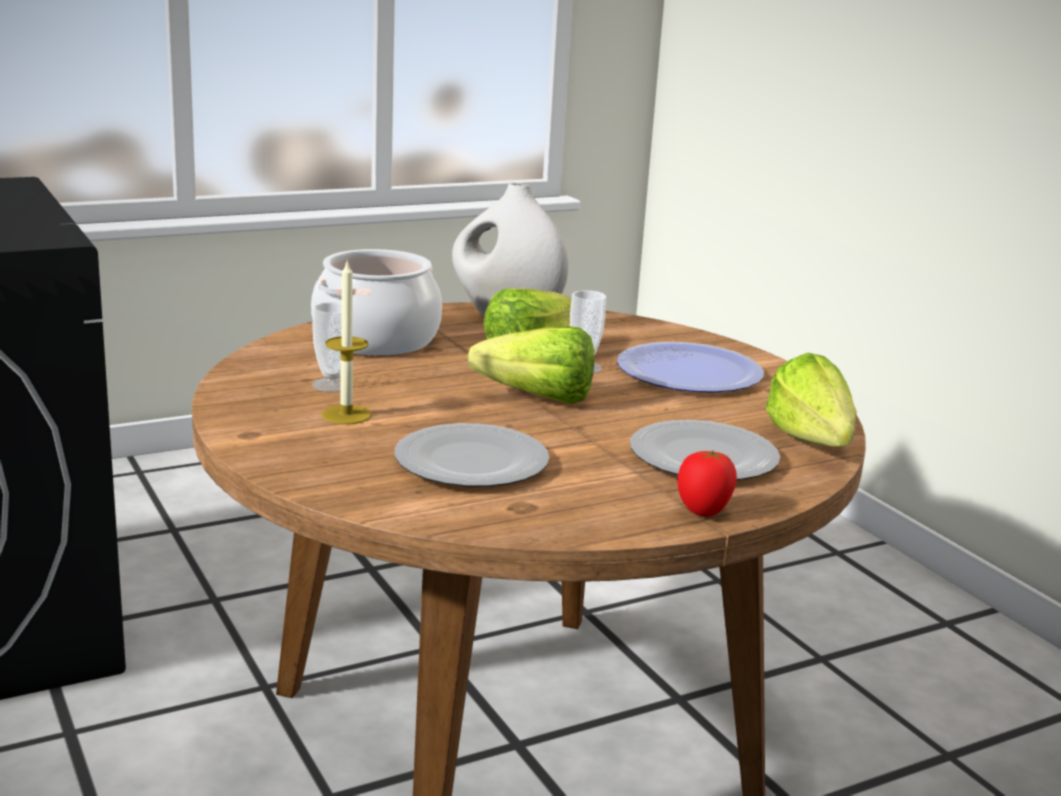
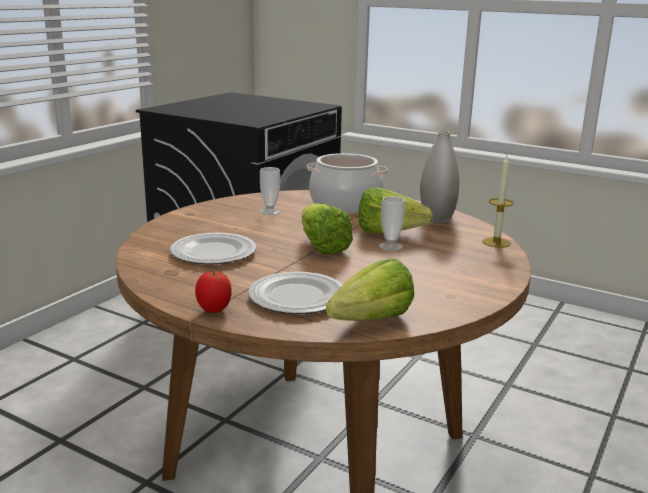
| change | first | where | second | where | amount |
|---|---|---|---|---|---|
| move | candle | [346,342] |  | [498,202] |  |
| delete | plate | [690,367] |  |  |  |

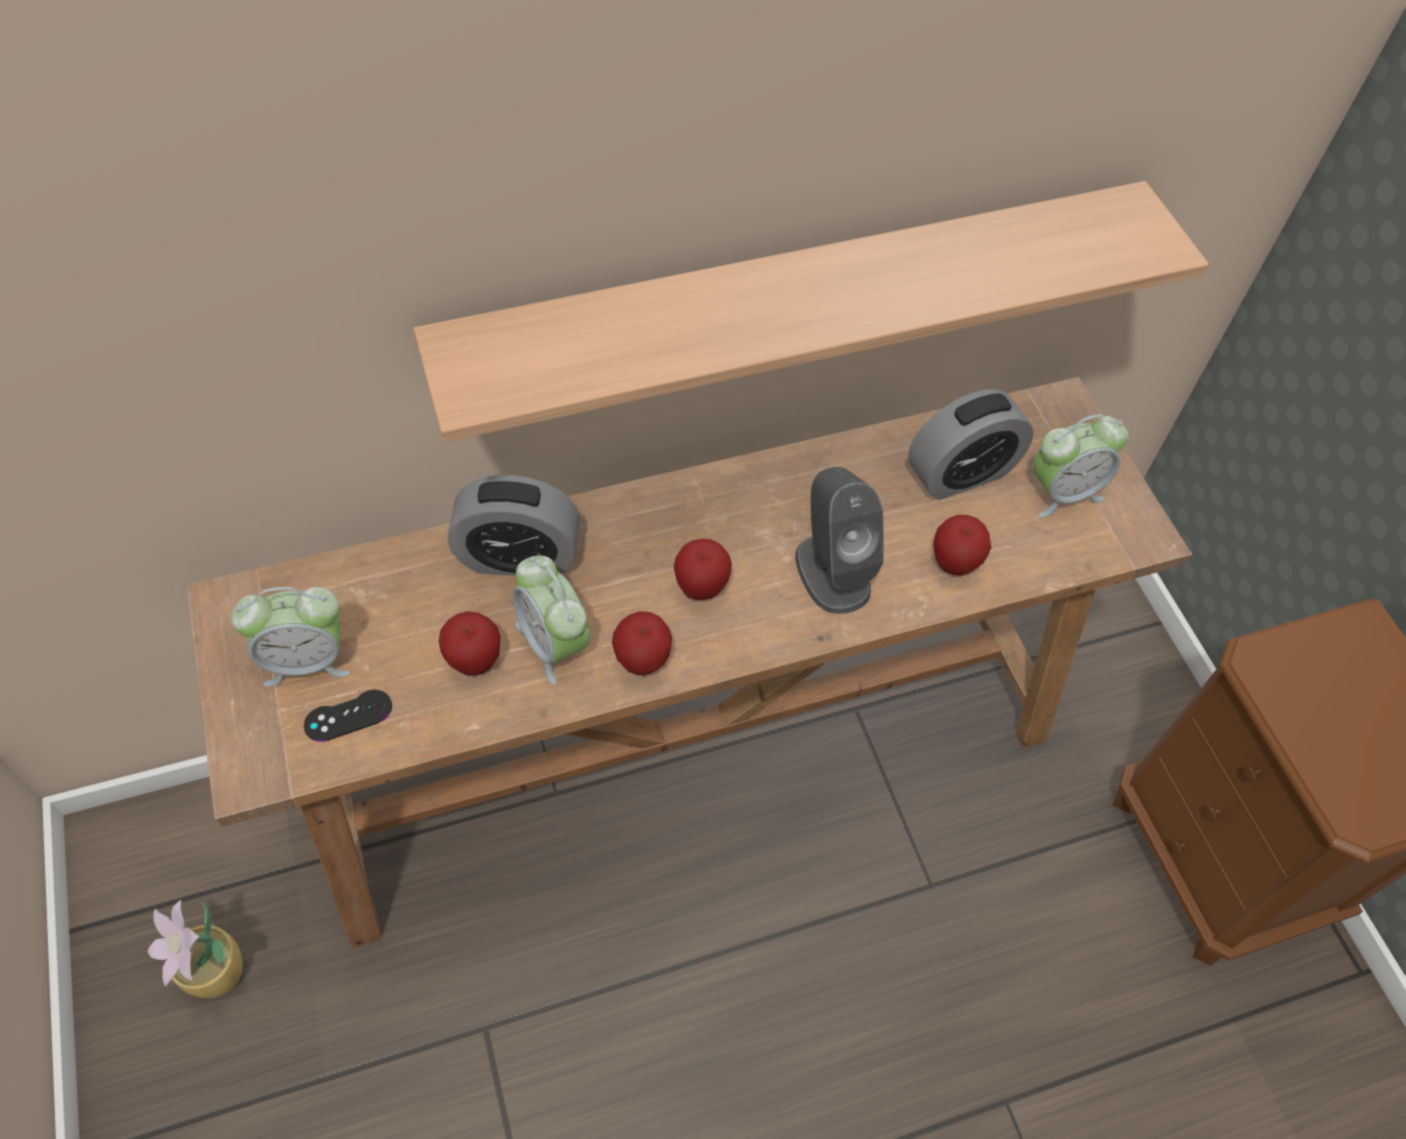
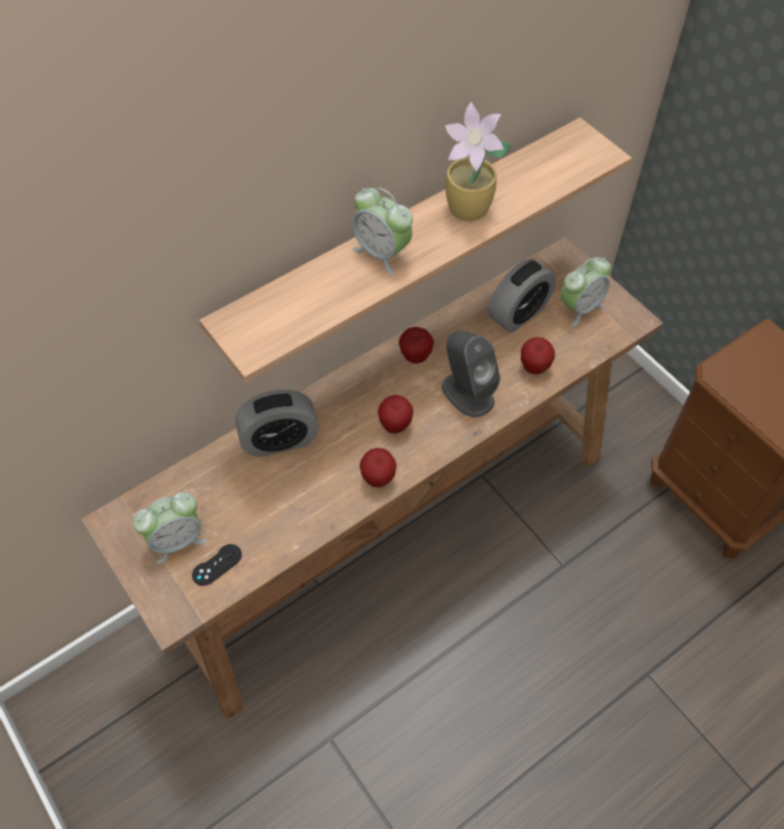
| change | first | where | second | where | amount |
|---|---|---|---|---|---|
| move | table clock | [551,619] |  | [382,231] |  |
| move | apple | [470,643] |  | [416,345] |  |
| move | potted plant | [195,949] |  | [478,161] |  |

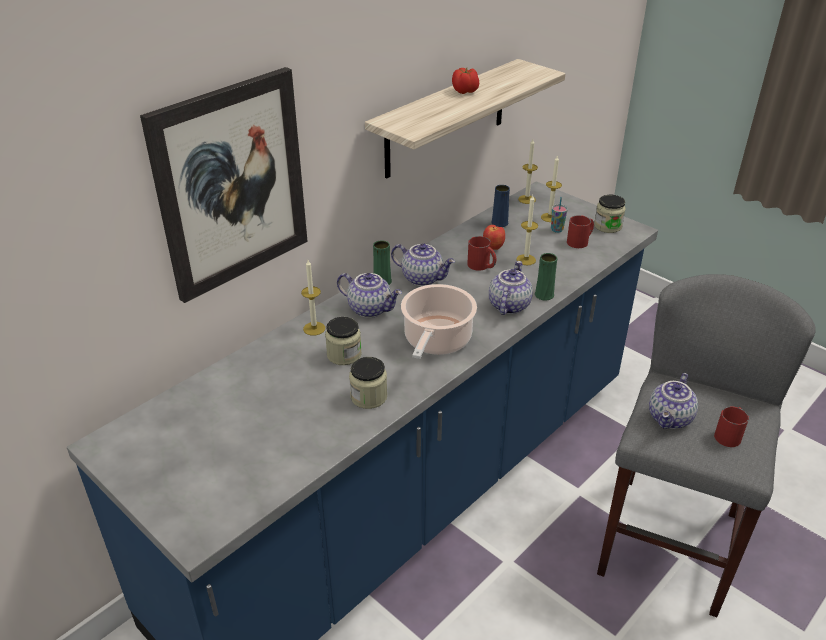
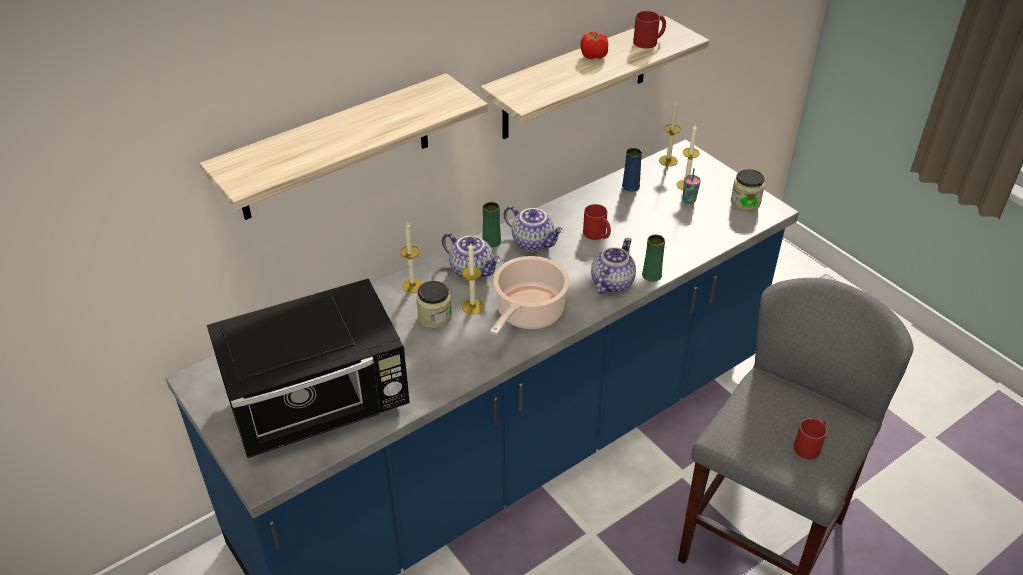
| change | first | where | second | where | amount |
|---|---|---|---|---|---|
| replace | wall picture | [224,185] | shelf | [344,146] |  |
| move | candle | [527,230] |  | [473,279] |  |
| move | mug (reddish) | [580,231] |  | [649,30] |  |
| delete | apple | [494,237] |  |  |  |
| delete | storage jar | [368,383] |  |  |  |
| delete | pot for tea | [673,401] |  |  |  |
| insert |  |  | microwave (black-coloured) | [308,368] |  |

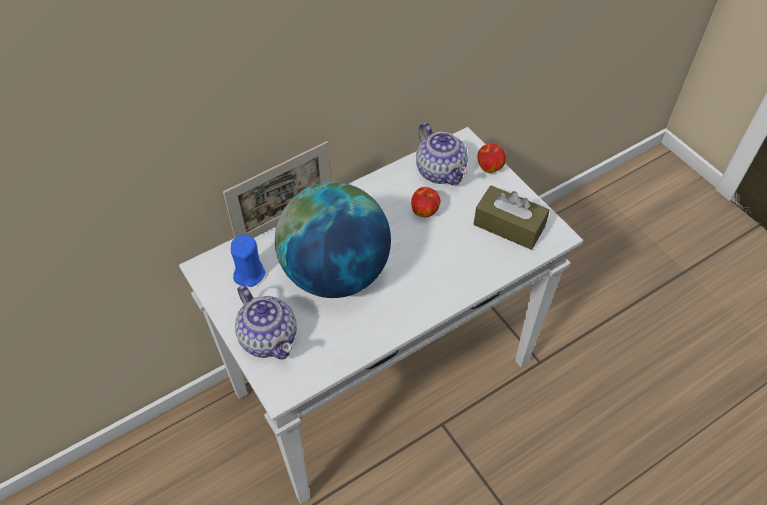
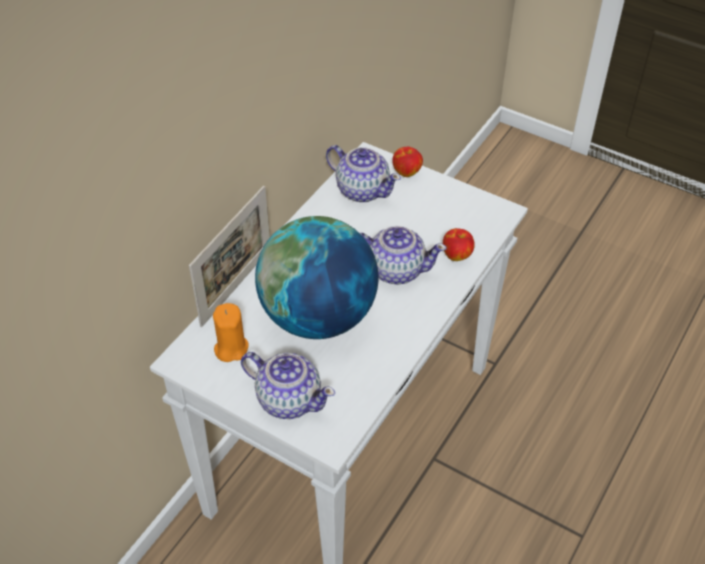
| change | first | where | second | where | amount |
|---|---|---|---|---|---|
| delete | tissue holder (brown-coloured) | [512,217] |  |  |  |
| move | apple | [425,202] |  | [459,244] |  |
| recolor | candle (blue) | [248,261] | candle (orangey) | [231,332] |  |
| insert |  |  | pot for tea | [403,255] |  |

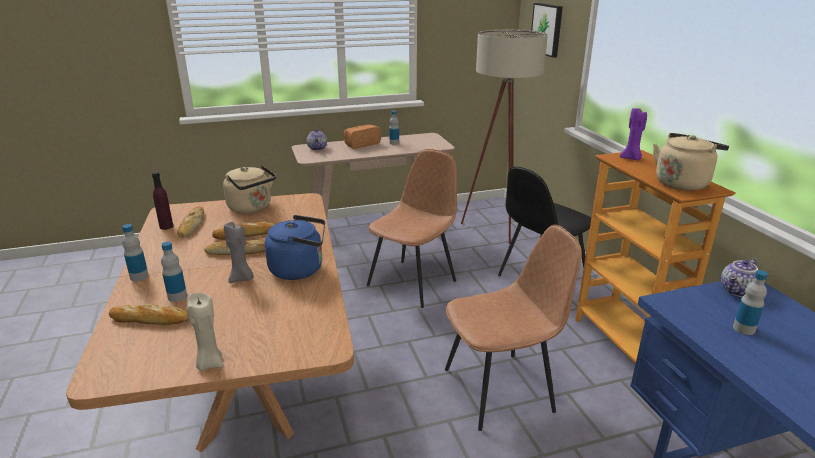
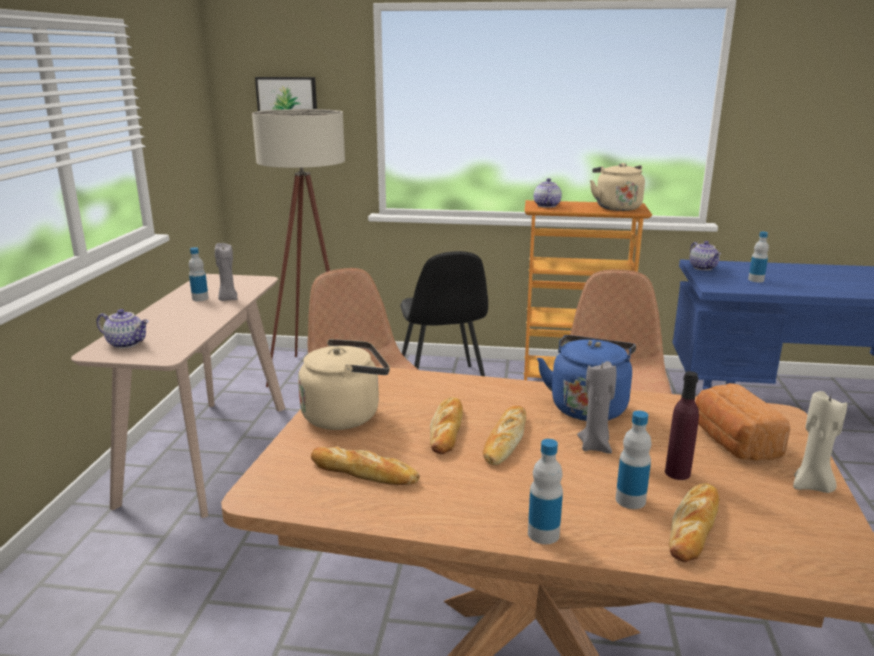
| change | first | where | second | where | amount |
|---|---|---|---|---|---|
| replace | candle (purplish) | [633,133] | pot for tea | [548,193] |  |
| move | bread | [362,137] |  | [743,422] |  |
| move | drink bottle (purplish) | [162,201] |  | [682,425] |  |
| insert |  |  | candle (gray) | [226,272] |  |

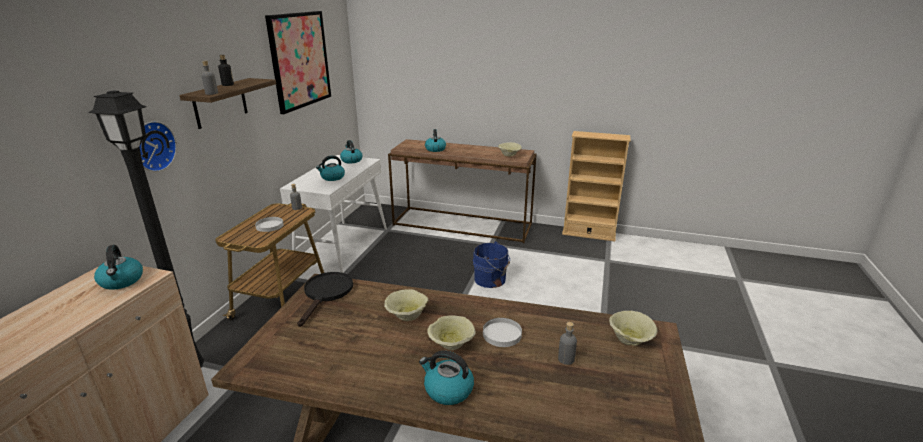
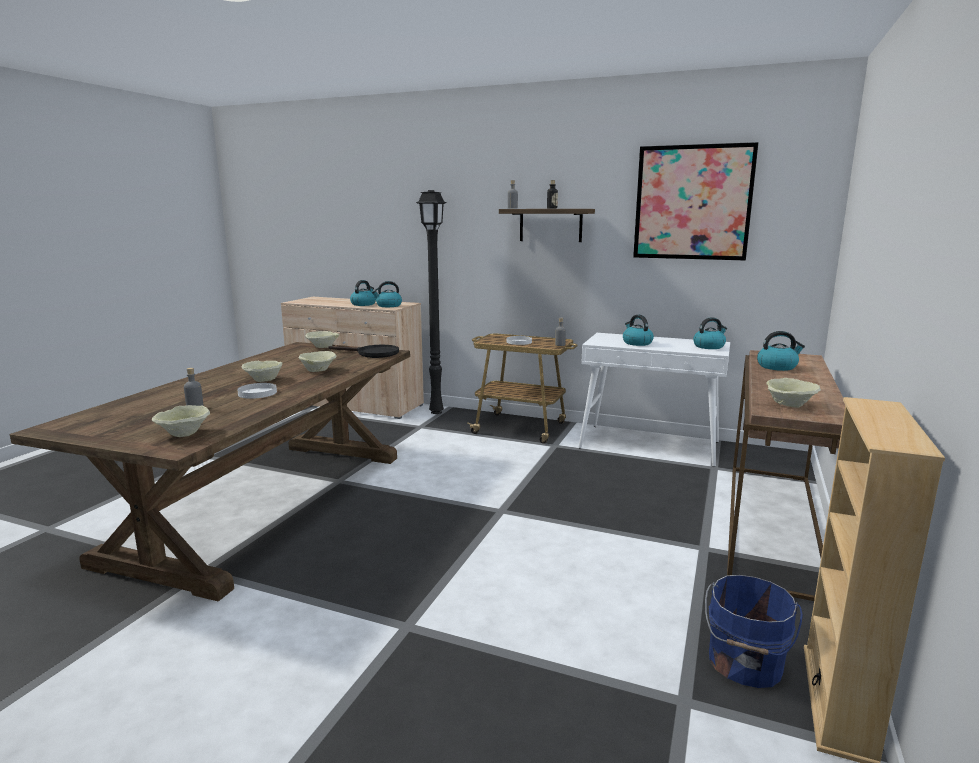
| change | first | where | second | where | amount |
|---|---|---|---|---|---|
| delete | clock on the wall | [158,146] |  |  |  |
| move | bucket (blue) | [491,264] |  | [754,631] |  |
| move | tea kettle | [446,378] |  | [363,293] |  |
| insert |  |  | serving bowl (sand-coloured) | [322,339] |  |

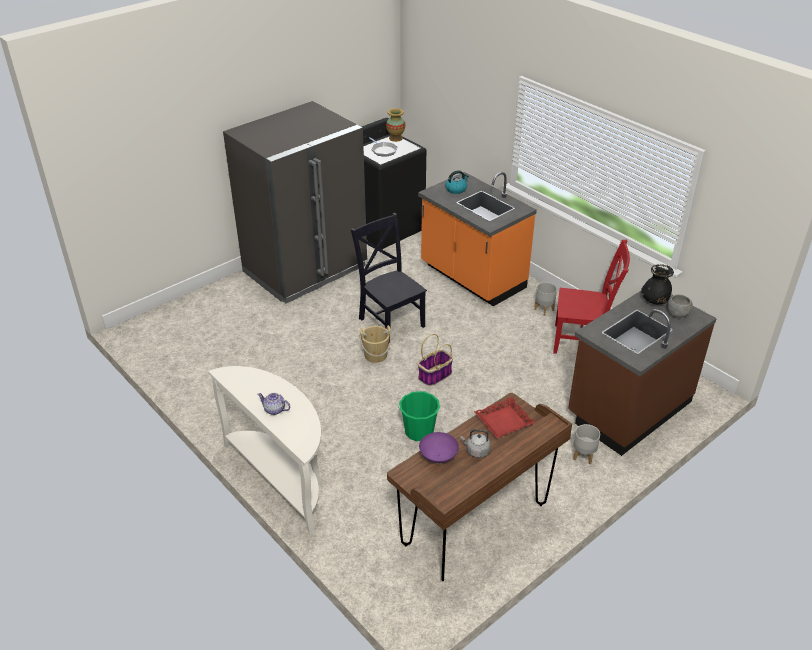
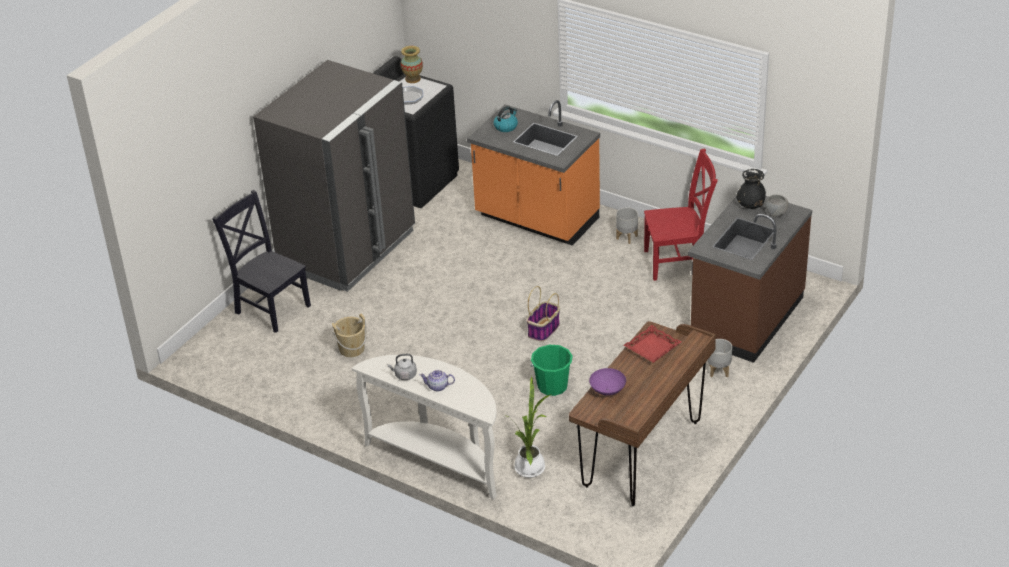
| change | first | where | second | where | amount |
|---|---|---|---|---|---|
| move | plain chair (black-coloured) | [389,277] |  | [261,261] |  |
| move | bucket (sand-coloured) | [375,344] |  | [349,335] |  |
| move | tea kettle (gray) | [476,443] |  | [402,367] |  |
| insert |  |  | potted plant | [529,427] |  |

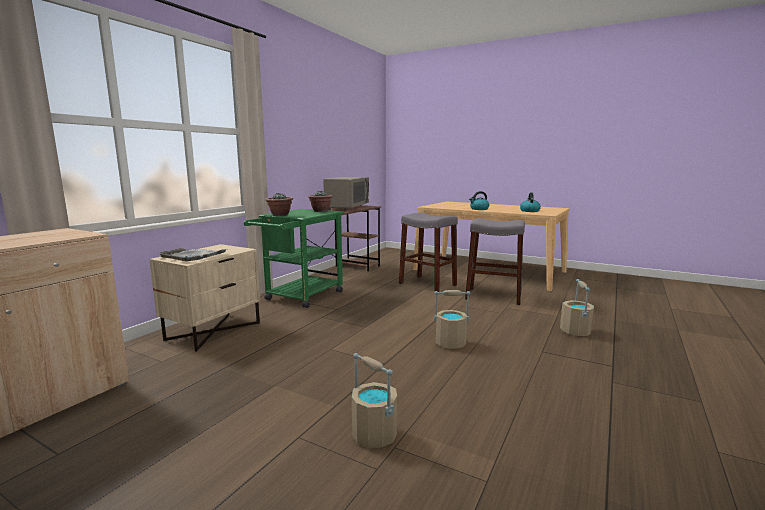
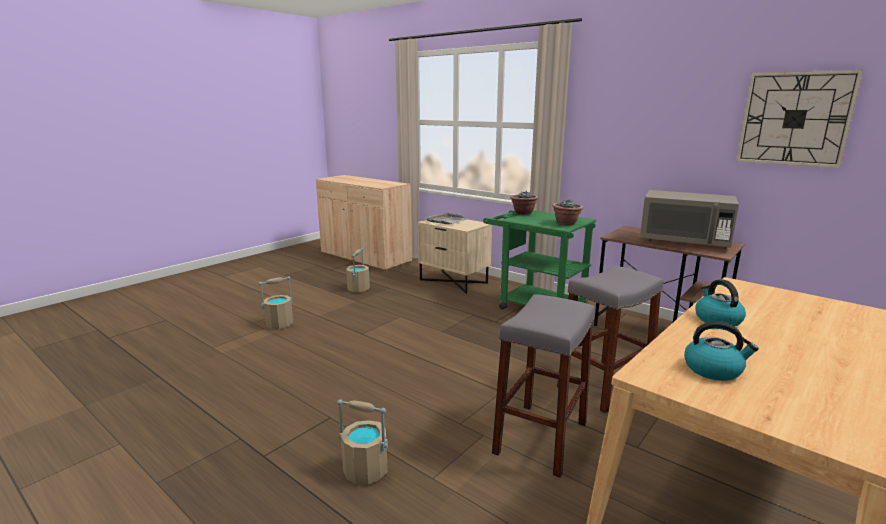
| change | first | where | second | where | amount |
|---|---|---|---|---|---|
| move | bucket (sand-coloured) | [452,319] |  | [358,270] |  |
| insert |  |  | clock on the wall | [799,118] |  |

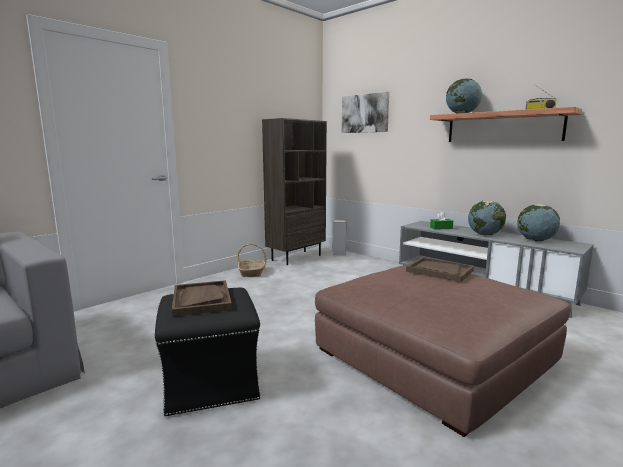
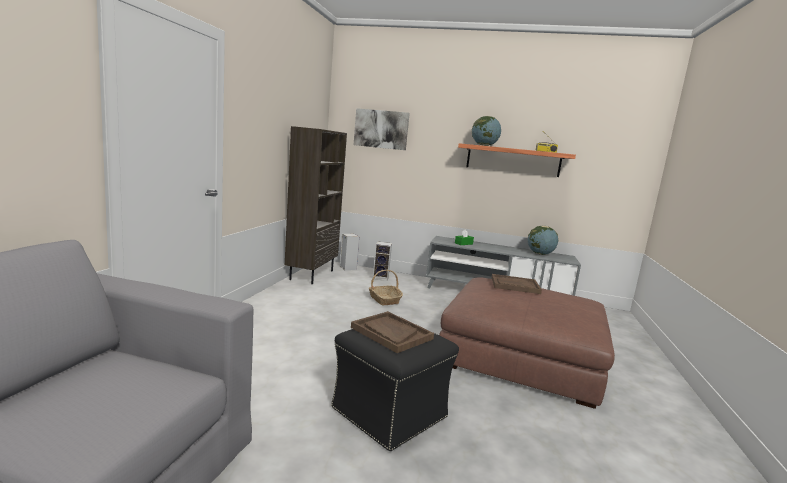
| change | first | where | second | where | amount |
|---|---|---|---|---|---|
| delete | desk globe | [487,218] |  |  |  |
| move | basket | [252,260] |  | [386,288] |  |
| insert |  |  | audio speaker | [382,261] |  |

